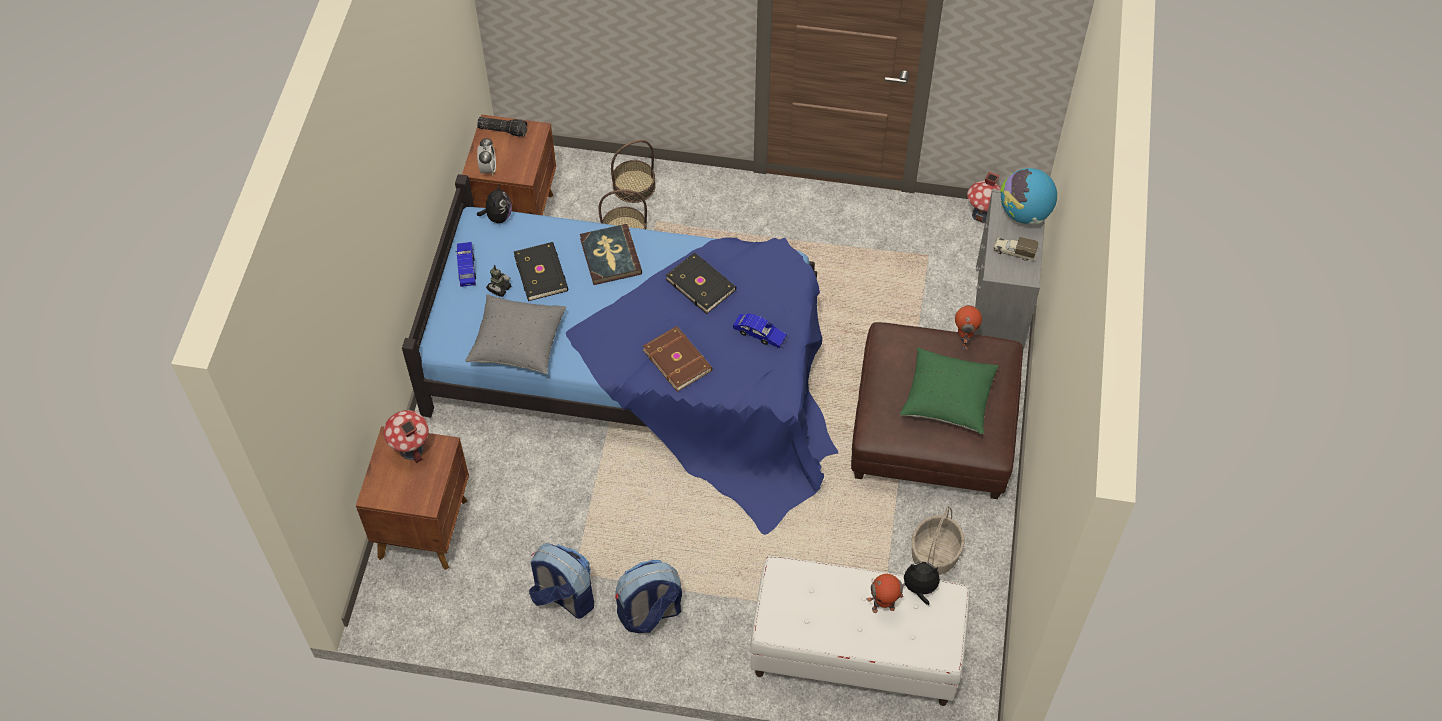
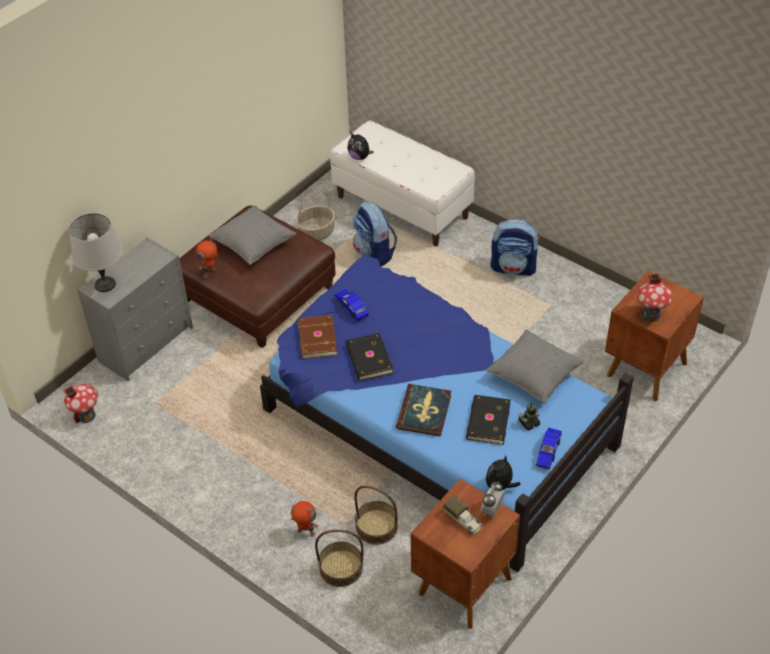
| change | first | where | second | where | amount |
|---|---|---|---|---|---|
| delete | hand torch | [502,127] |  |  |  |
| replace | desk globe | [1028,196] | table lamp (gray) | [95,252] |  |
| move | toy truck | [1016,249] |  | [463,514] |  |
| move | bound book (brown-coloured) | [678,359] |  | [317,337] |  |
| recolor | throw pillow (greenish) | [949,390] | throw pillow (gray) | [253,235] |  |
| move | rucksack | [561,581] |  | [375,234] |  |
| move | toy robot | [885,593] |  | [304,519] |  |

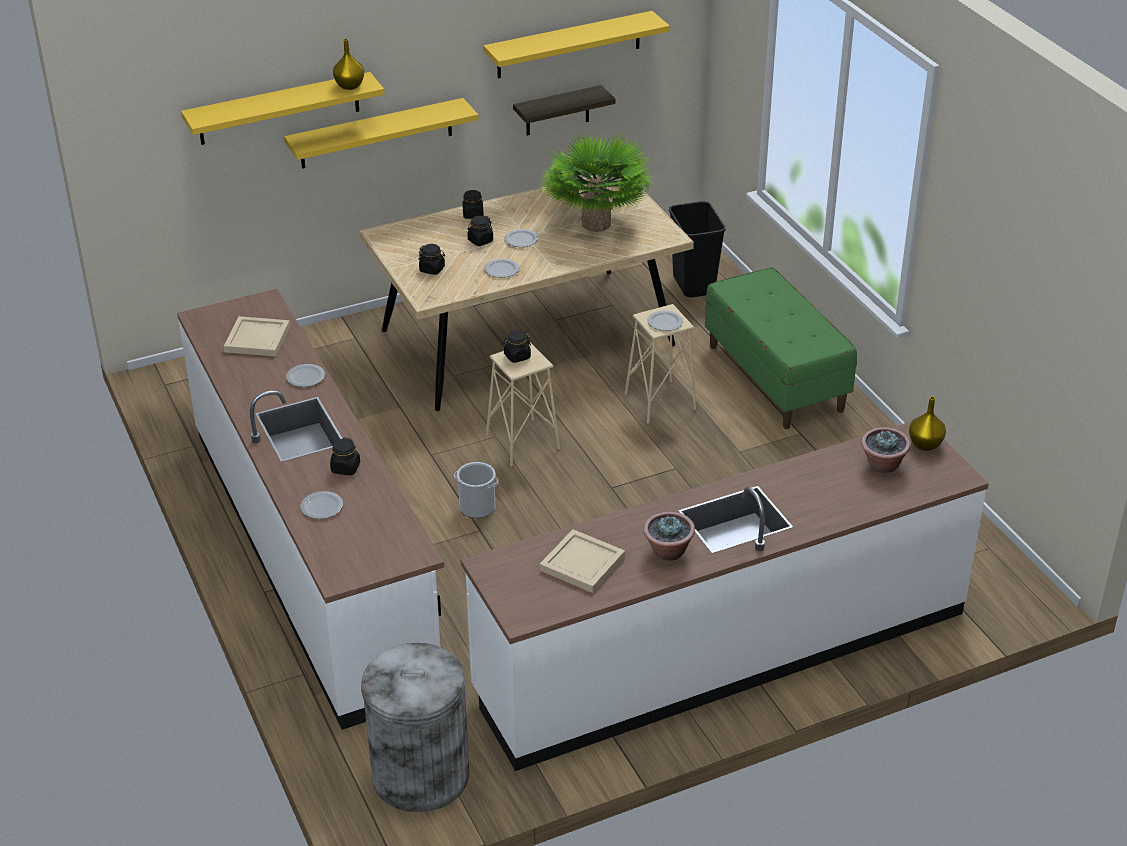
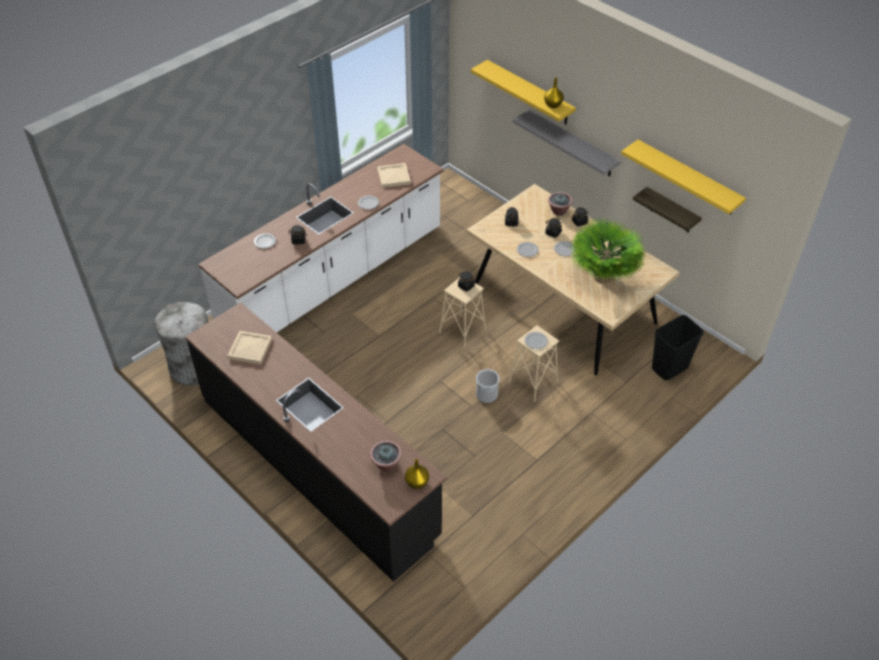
| change | first | where | second | where | amount |
|---|---|---|---|---|---|
| recolor | shelf (yellow-coloured) | [381,133] | shelf (gray) | [567,143] |  |
| delete | indoor bench (greenish) | [781,348] |  |  |  |
| recolor | kitchen base unit (whitish) | [724,596] | kitchen base unit (black-coloured) | [316,442] |  |
| move | bucket | [476,490] |  | [488,386] |  |
| move | potted plant | [669,536] |  | [560,204] |  |

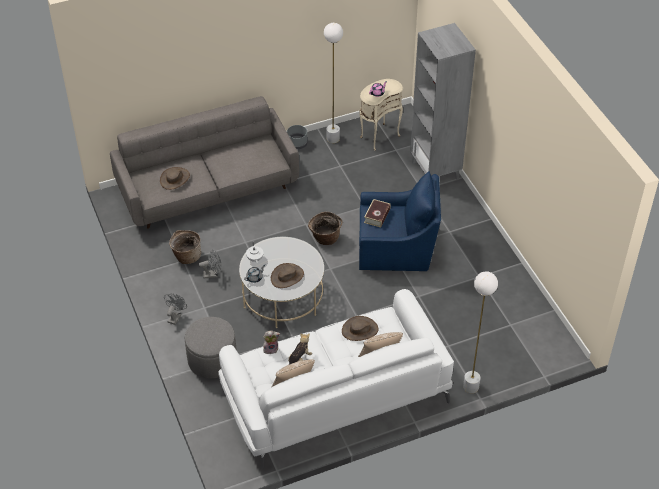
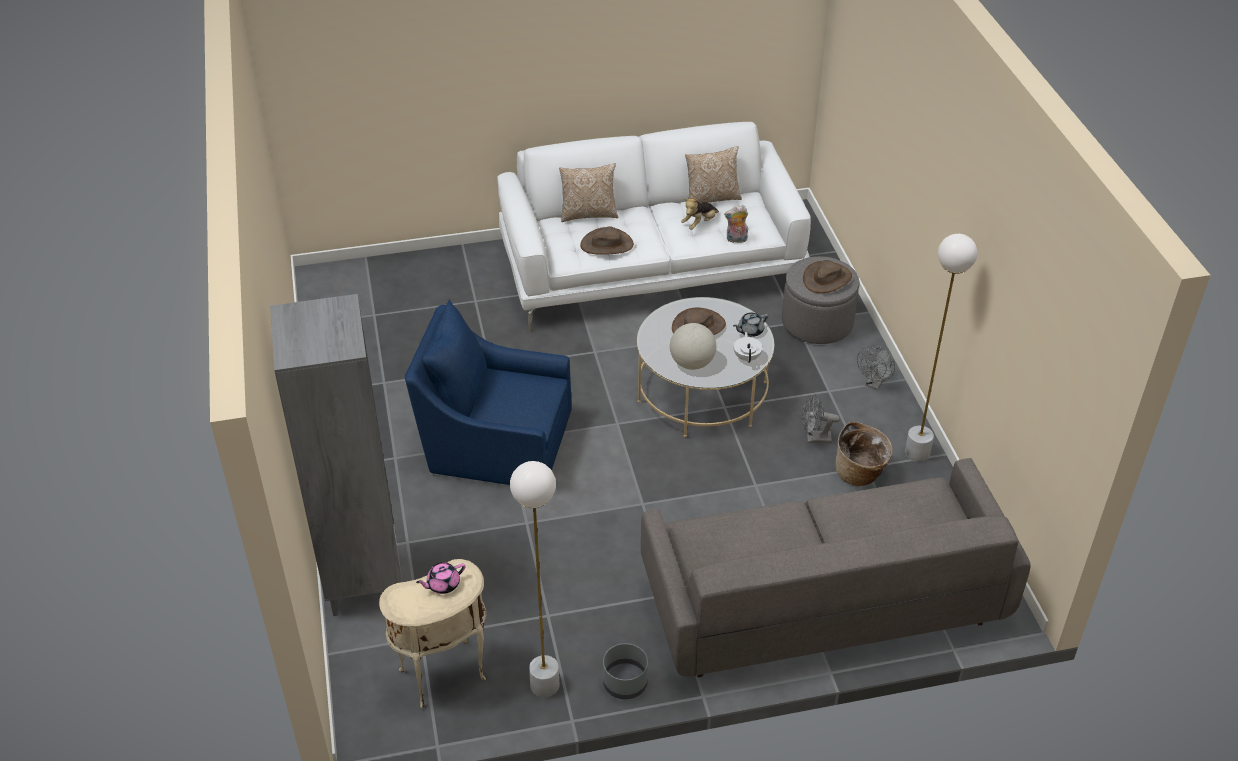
| change | first | where | second | where | amount |
|---|---|---|---|---|---|
| move | clothing hat (brown-coloured) | [175,178] |  | [827,276] |  |
| delete | bound book | [377,213] |  |  |  |
| delete | basket | [325,228] |  |  |  |
| move | standing lamp (whitish) | [480,332] |  | [941,347] |  |
| insert |  |  | desk globe | [693,346] |  |

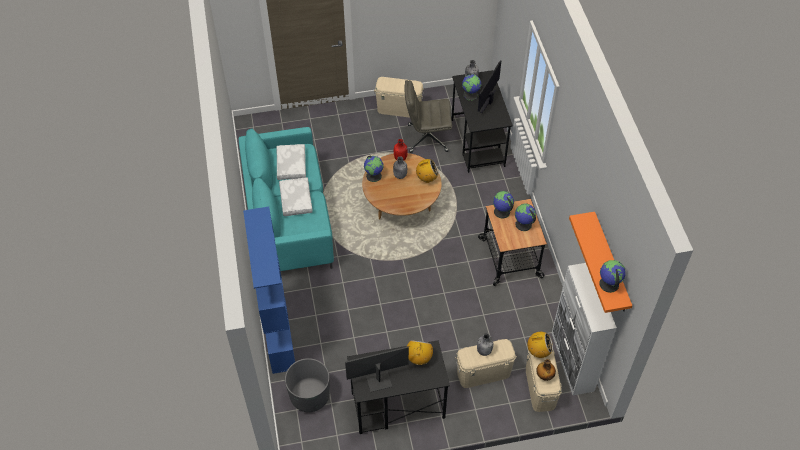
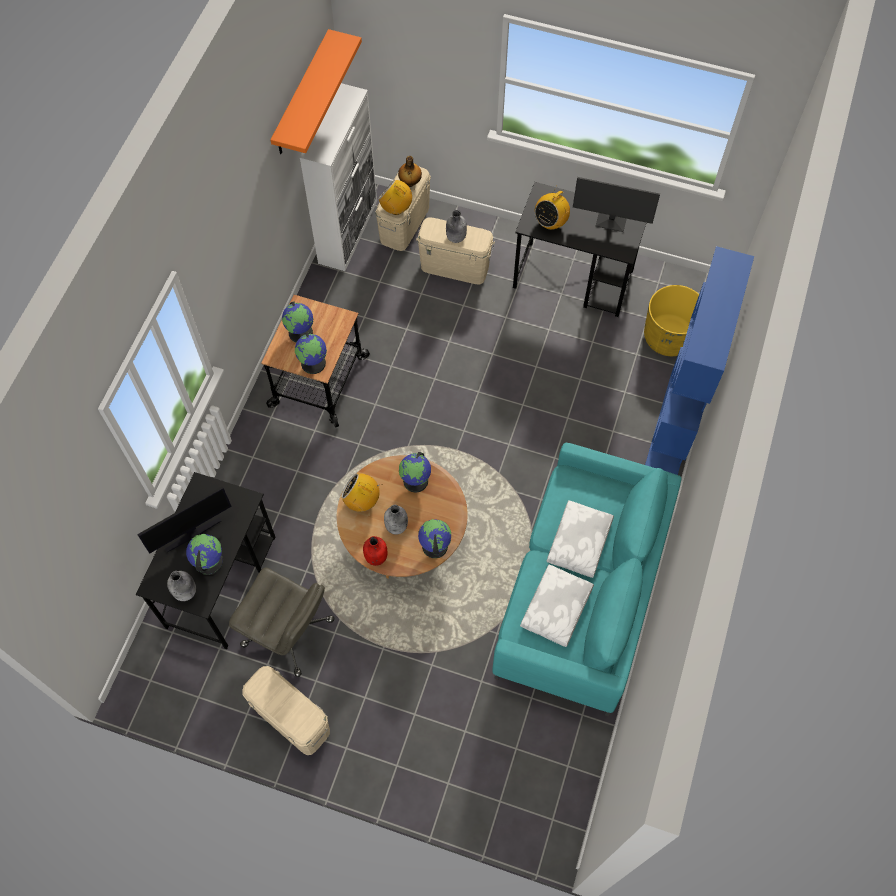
| change | first | where | second | where | amount |
|---|---|---|---|---|---|
| move | desk globe | [612,276] |  | [415,472] |  |
| recolor | planter (gray) | [307,385] | planter (yellow-coloured) | [671,320] |  |

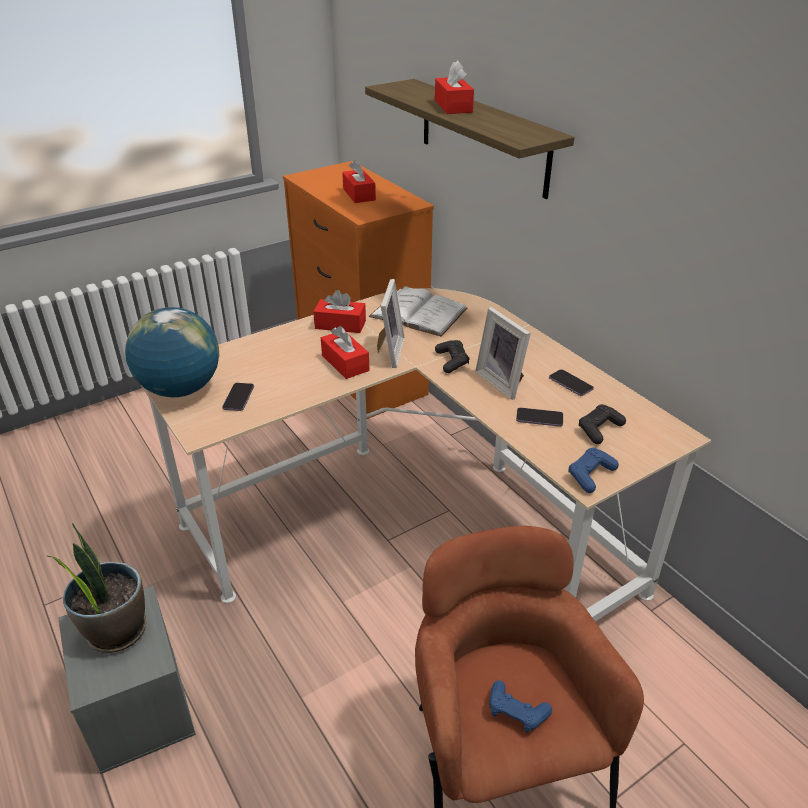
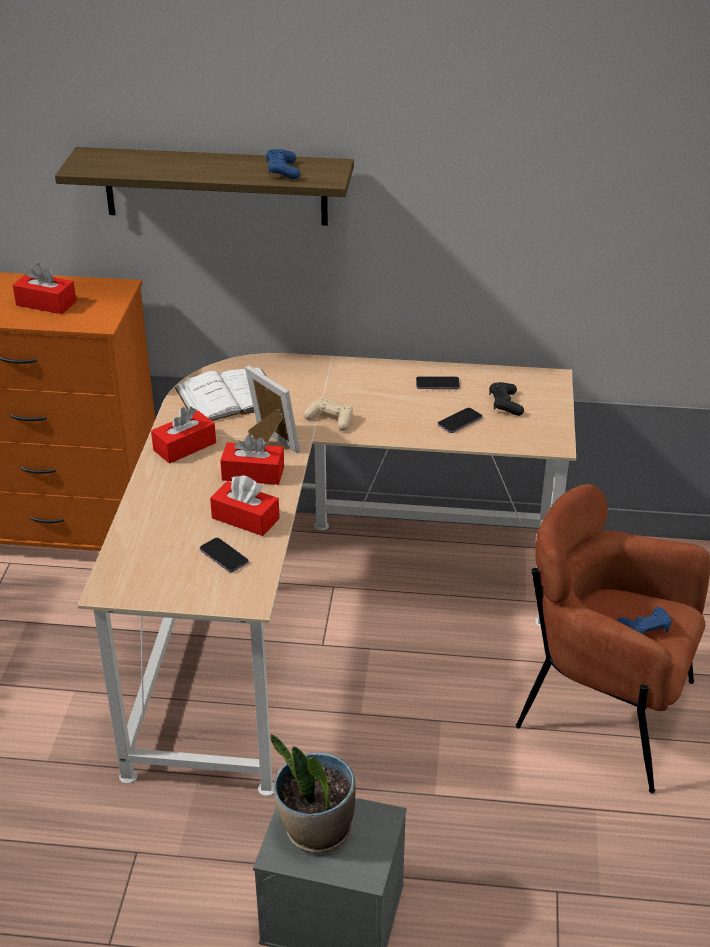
| change | first | where | second | where | amount |
|---|---|---|---|---|---|
| move | tissue holder (reddish) | [454,87] |  | [245,505] |  |
| delete | desk globe | [172,352] |  |  |  |
| delete | standing frame | [503,353] |  |  |  |
| recolor | gamepad (black-coloured) | [452,356] | gamepad (sand-coloured) | [328,414] |  |
| move | gamepad (blue) | [593,470] |  | [283,164] |  |

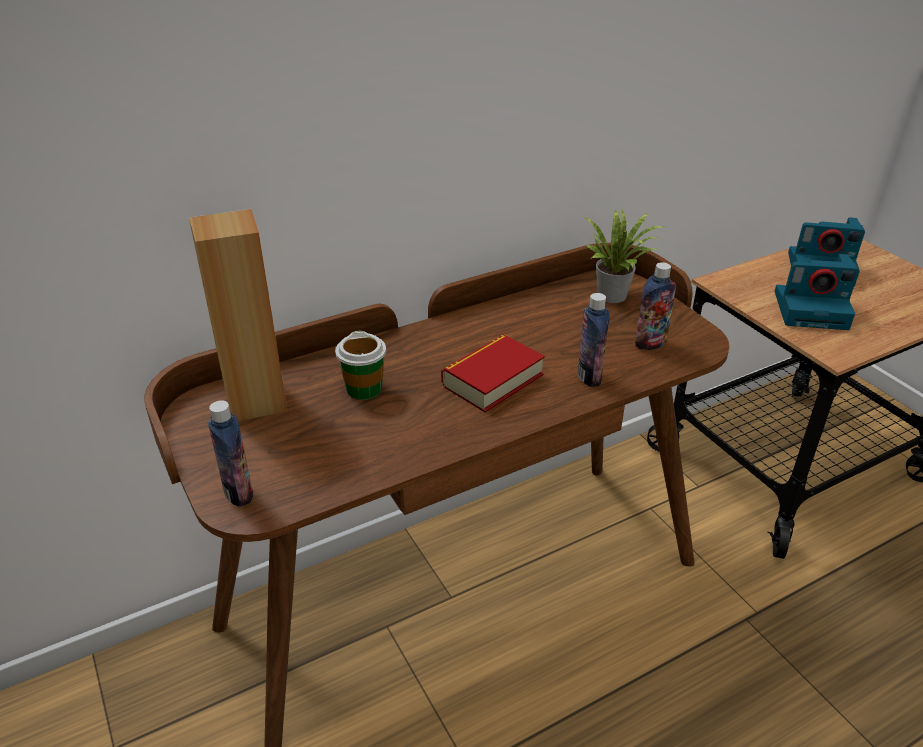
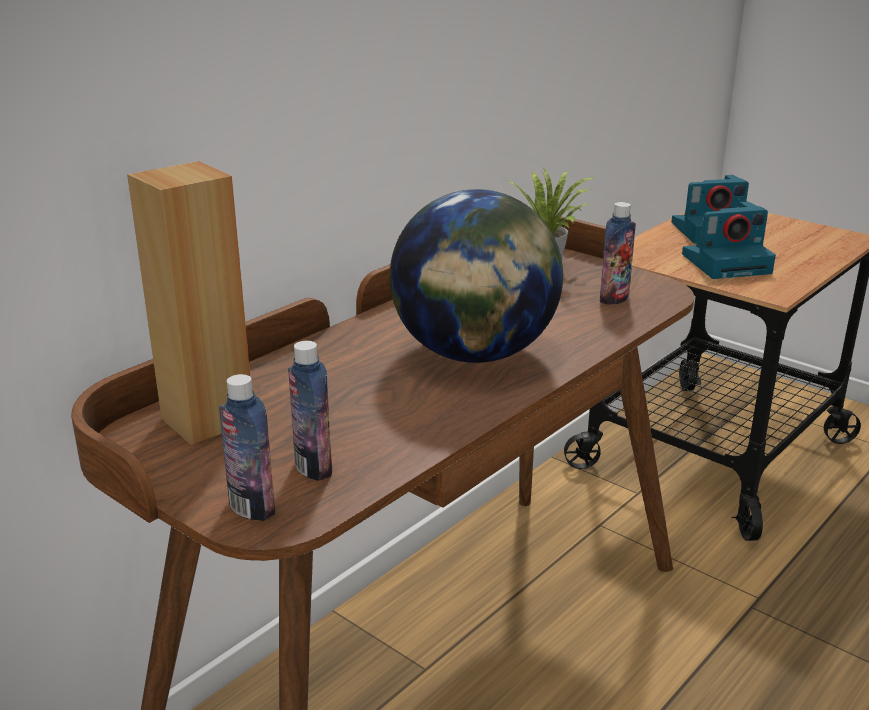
| change | first | where | second | where | amount |
|---|---|---|---|---|---|
| move | drink bottle | [593,340] |  | [310,411] |  |
| delete | cup | [360,365] |  |  |  |
| replace | bound book | [493,373] | desk globe | [476,276] |  |

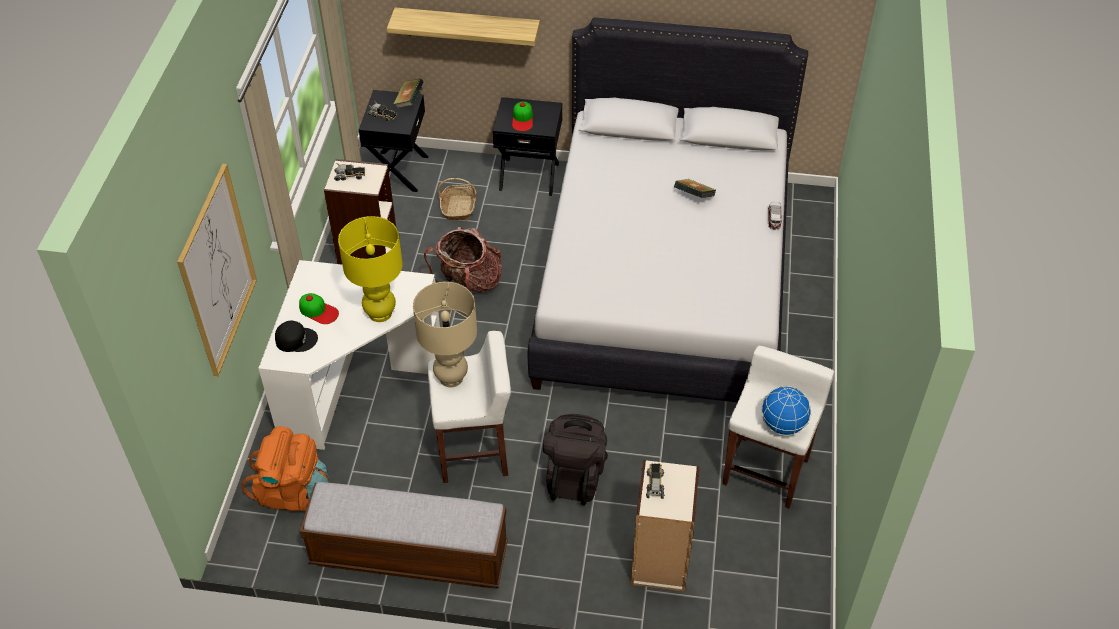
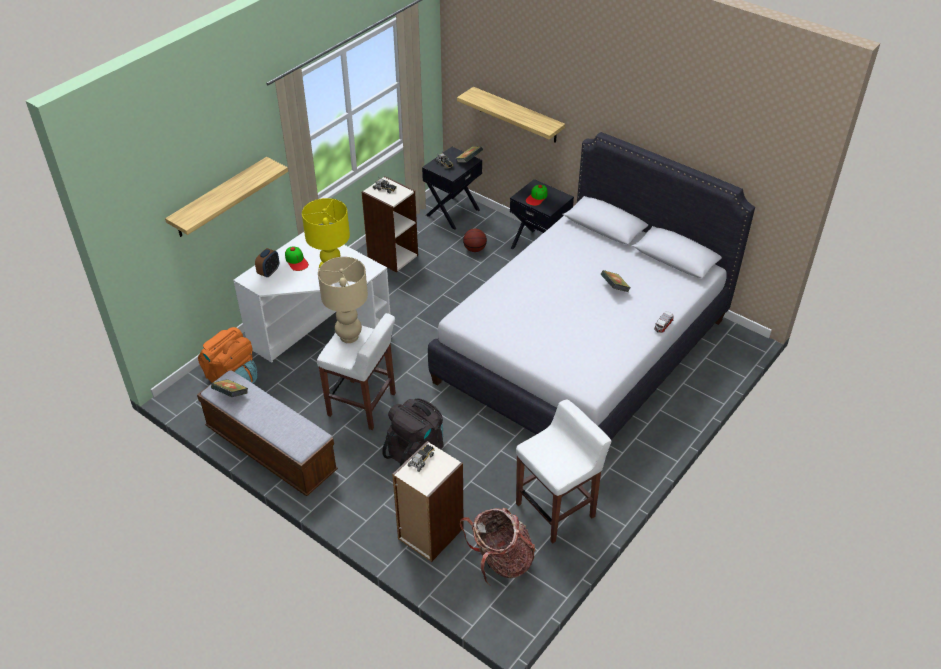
| change | first | where | second | where | amount |
|---|---|---|---|---|---|
| replace | wall picture | [217,270] | shelf | [226,197] |  |
| replace | basket | [457,199] | basketball ball | [475,240] |  |
| move | rucksack | [463,260] |  | [497,546] |  |
| replace | baseball cap (black-coloured) | [296,336] | table clock | [267,262] |  |
| delete | desk globe | [786,411] |  |  |  |
| insert |  |  | bound book | [229,388] |  |

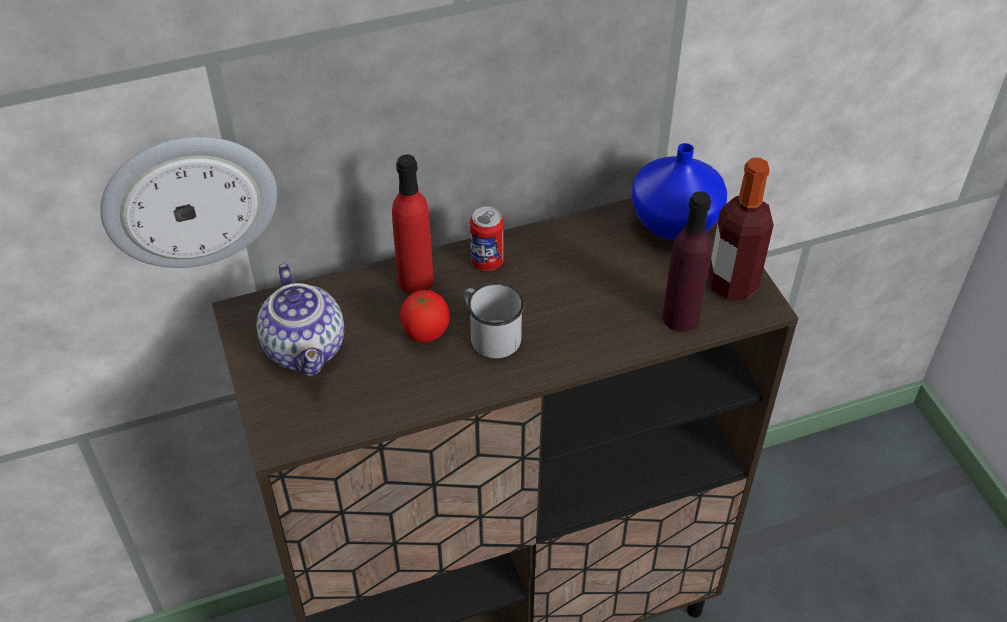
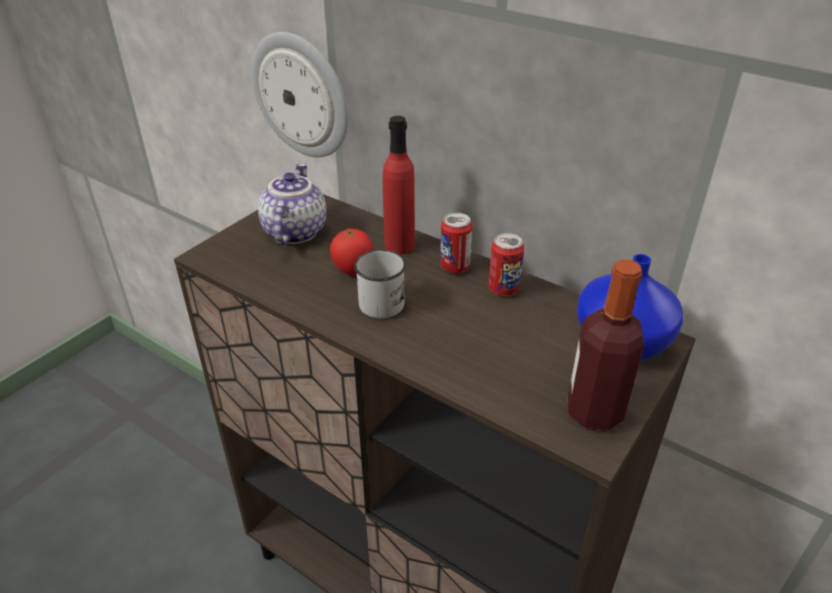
| change | first | where | second | where | amount |
|---|---|---|---|---|---|
| delete | drink bottle (purplish) | [686,261] |  |  |  |
| rotate | pot for tea | [300,319] |  | [292,204] | 150 degrees clockwise |
| insert |  |  | metal can | [506,264] |  |

